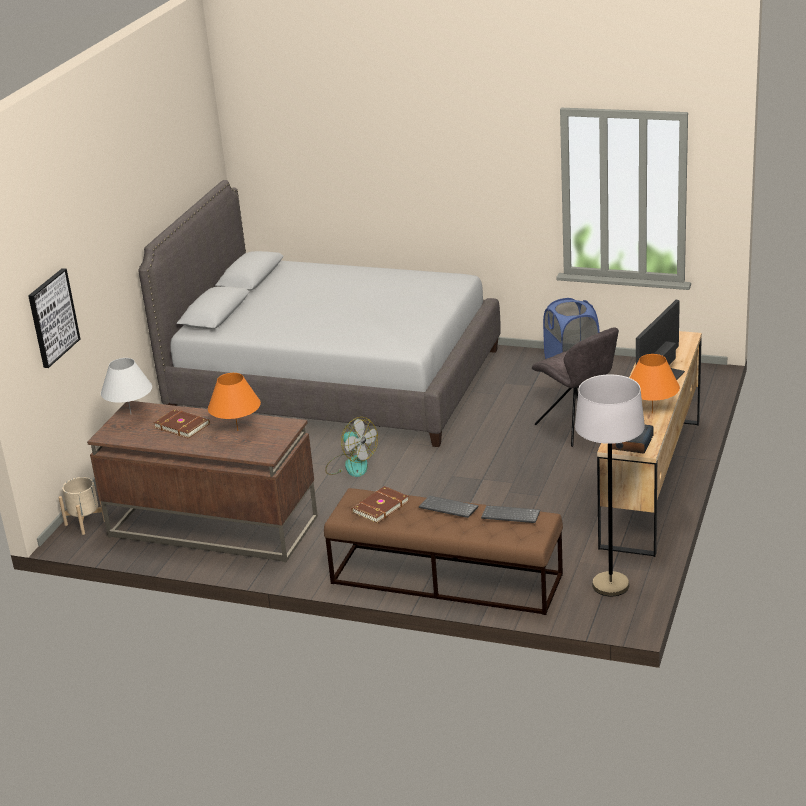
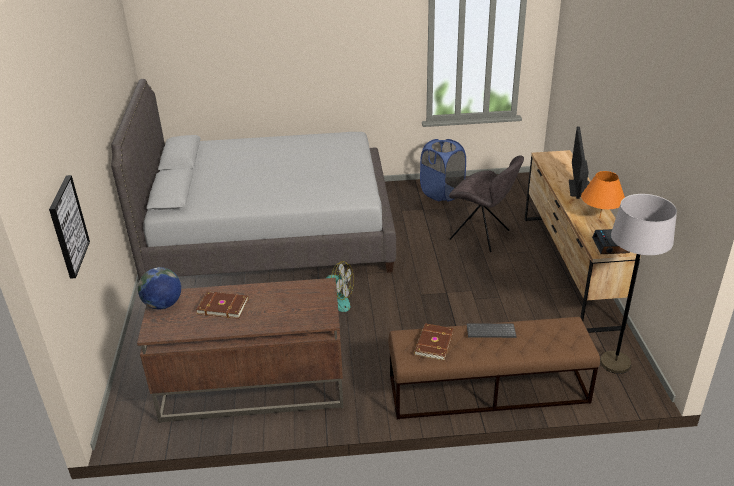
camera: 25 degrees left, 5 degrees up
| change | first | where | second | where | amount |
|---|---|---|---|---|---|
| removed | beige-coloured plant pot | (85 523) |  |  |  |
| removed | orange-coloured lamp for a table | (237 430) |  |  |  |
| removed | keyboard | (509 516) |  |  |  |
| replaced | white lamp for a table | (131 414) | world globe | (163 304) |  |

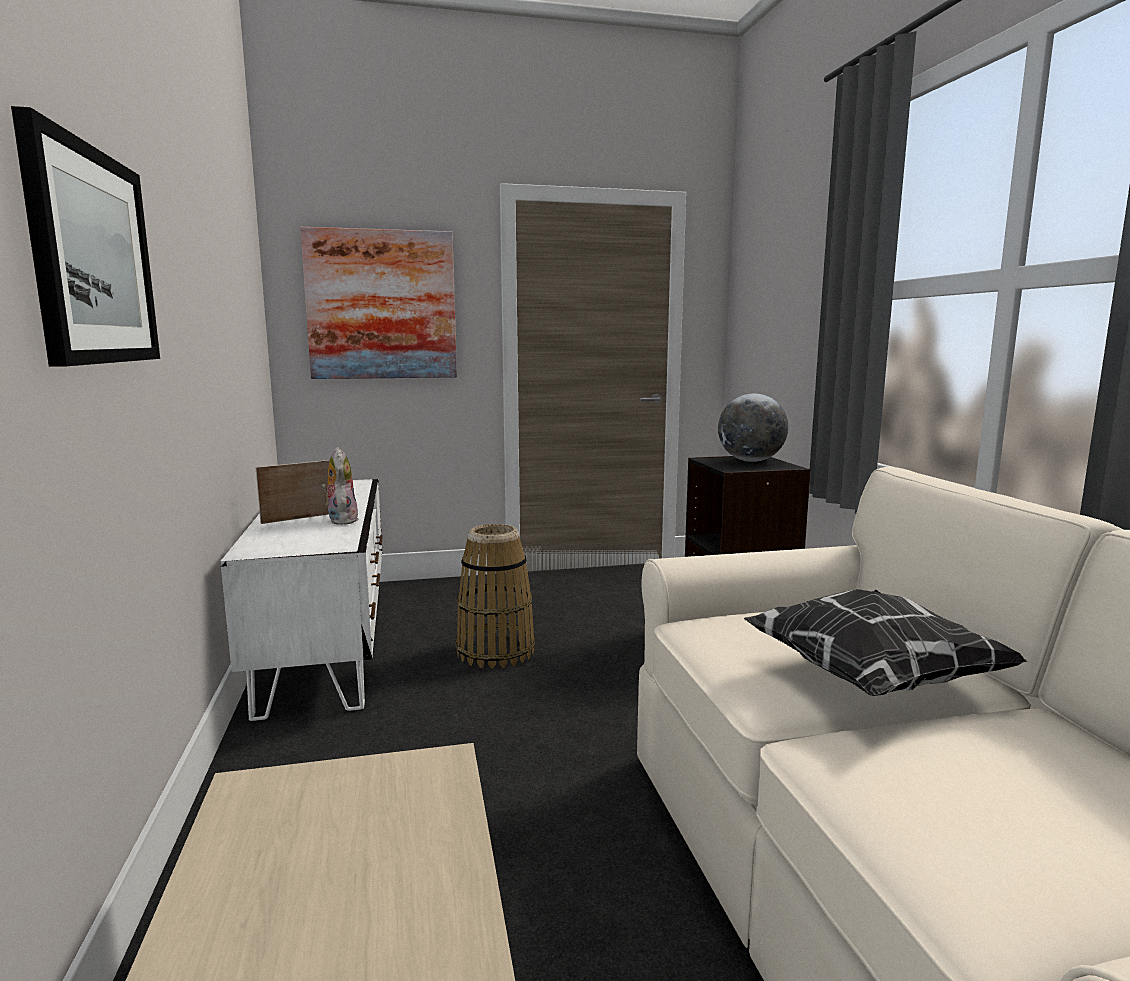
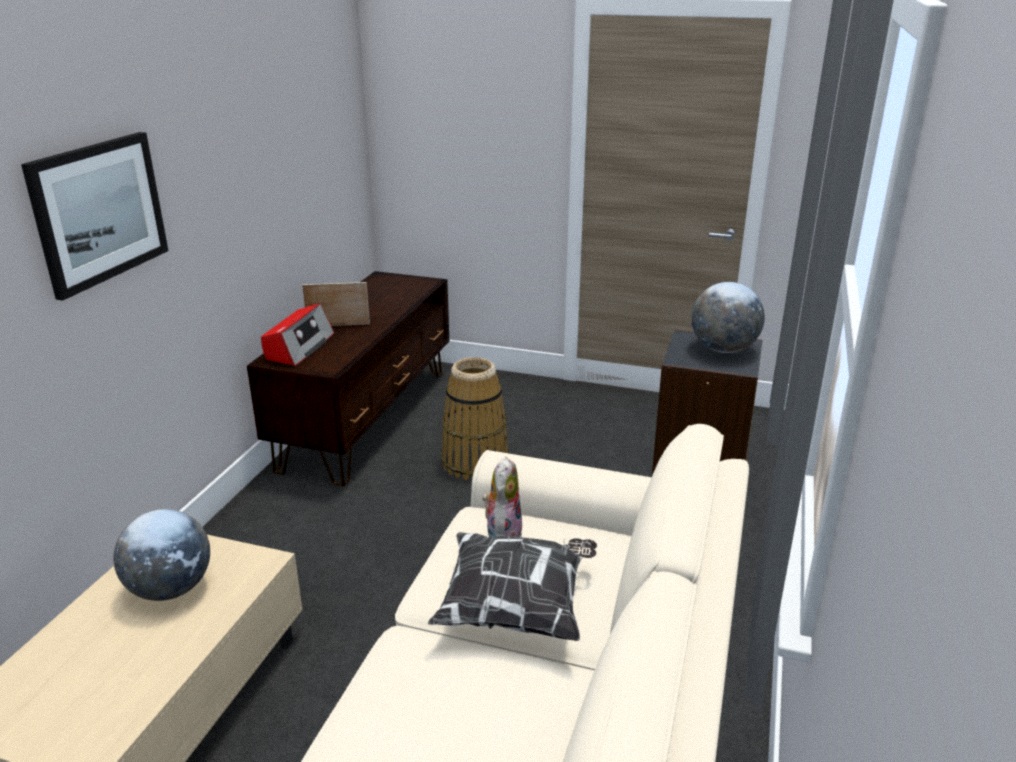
camera: 30 degrees right, 15 degrees up
| change | first | where | second | where | amount |
|---|---|---|---|---|---|
| removed | wall art | (381 305) |  |  |  |
| added |  |  | world globe | (171 589) |  |
| added |  |  | radio | (299 347) |  |
| moved | soft toy | (341 520) |  | (502 533) |  |
| recoloured | white tv unit | (327 642) | brownish tv unit | (367 418) |  |

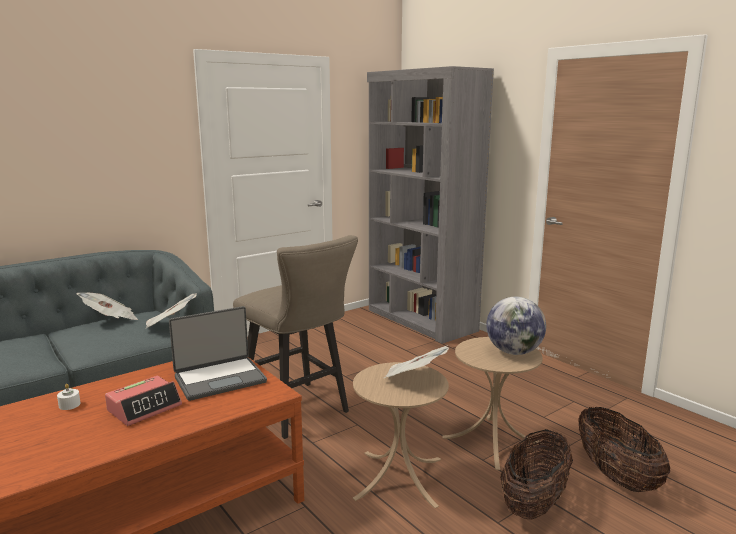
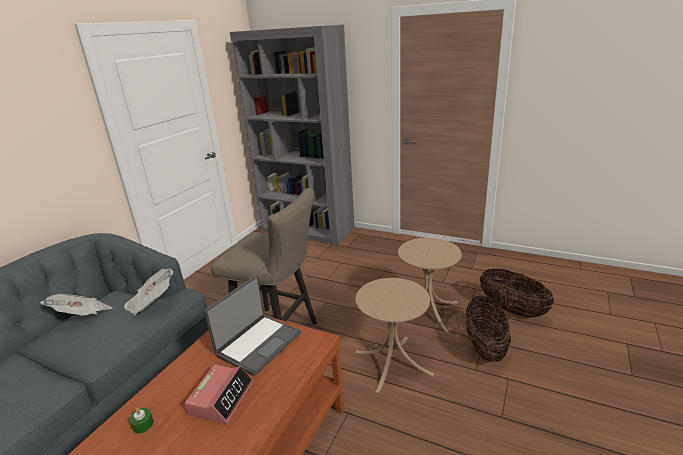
camera: 25 degrees left, 10 degrees up
| change | first | where | second | where | amount |
|---|---|---|---|---|---|
| removed | newspaper | (414 378) |  |  |  |
| removed | world globe | (513 352) |  |  |  |
| recoloured | white wax light | (69 405) | green wax light | (143 425) |  |

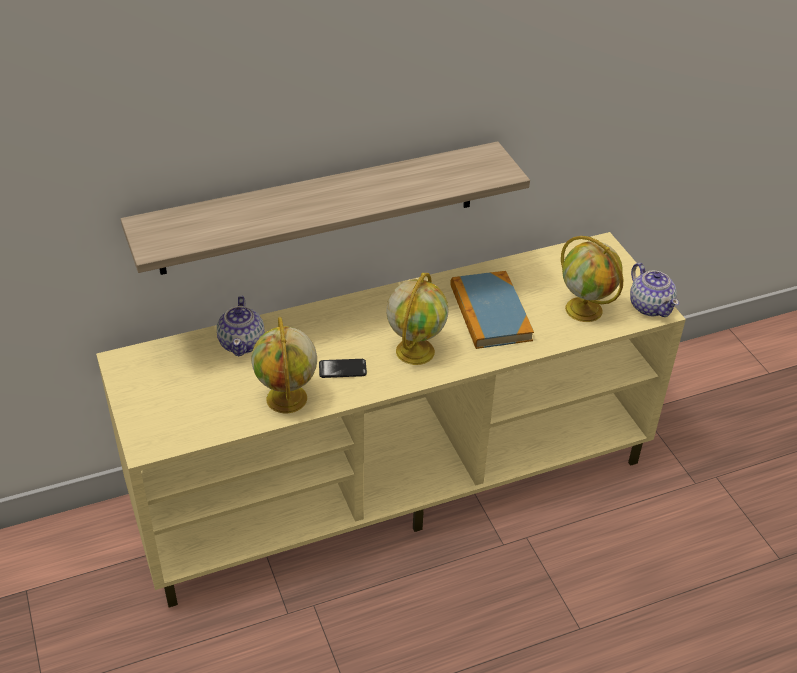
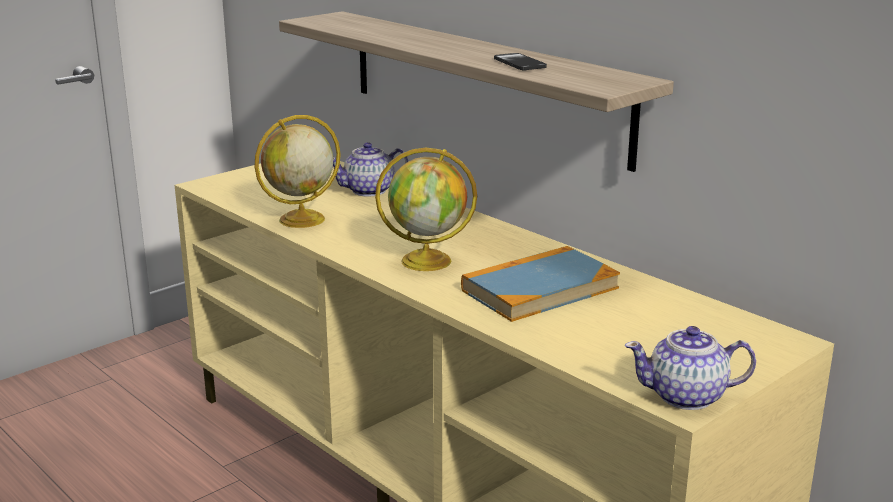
camera: 70 degrees right, 20 degrees down
| change | first | where | second | where | amount |
|---|---|---|---|---|---|
| removed | world globe | (585 310) |  |  |  |
| moved | handset | (342 369) |  | (519 63) |  |
| turned | pot for tea | (650 306) |  | (687 396) | 45 degrees clockwise |

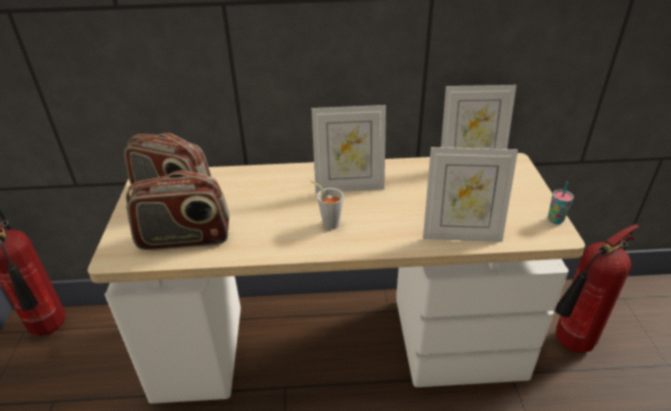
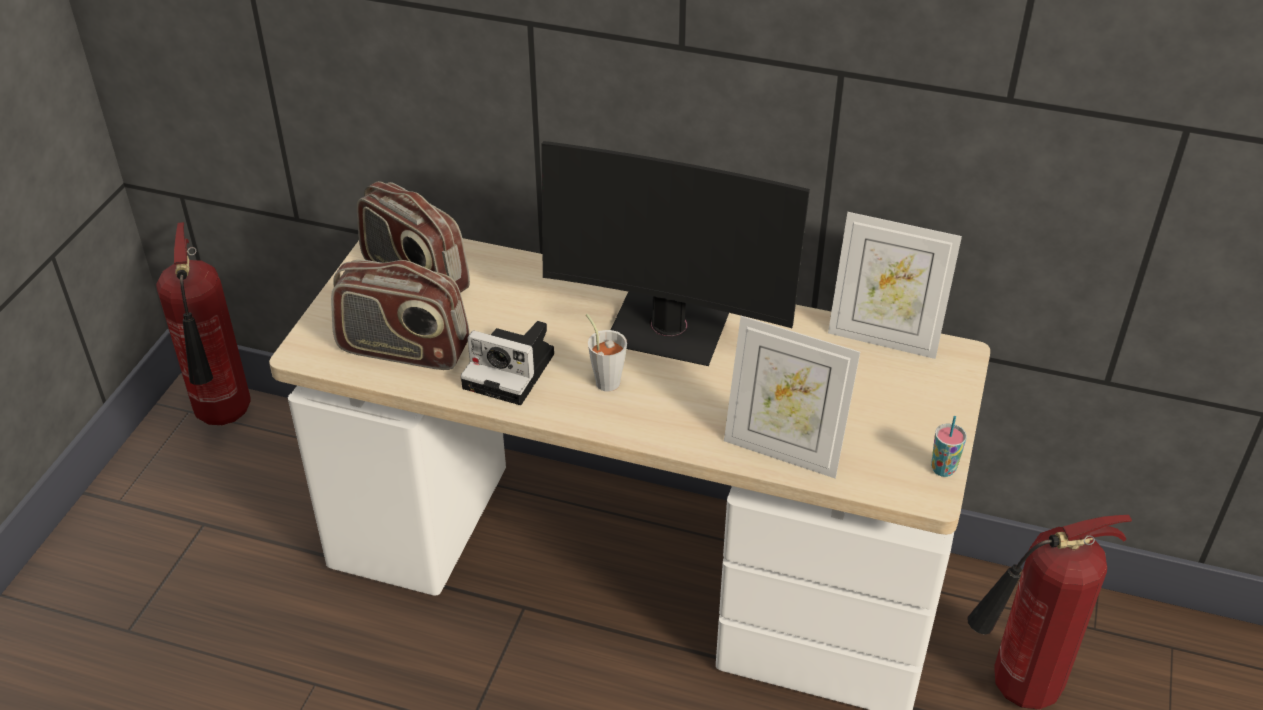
camera: 20 degrees right, 5 degrees up
| change | first | where | second | where | amount |
|---|---|---|---|---|---|
| added |  |  | photo camera | (513 371) |  |
| replaced | standing frame | (349 186) | computer display | (668 330) |  |

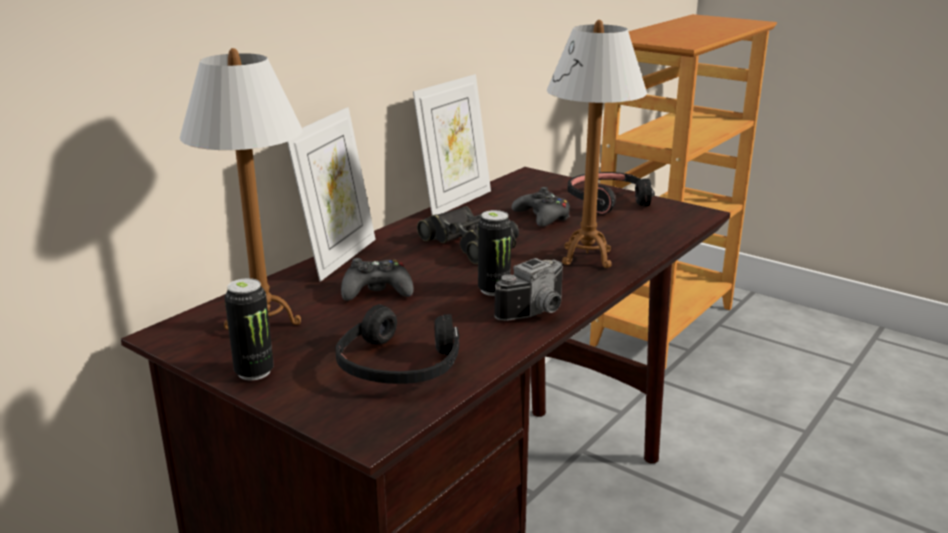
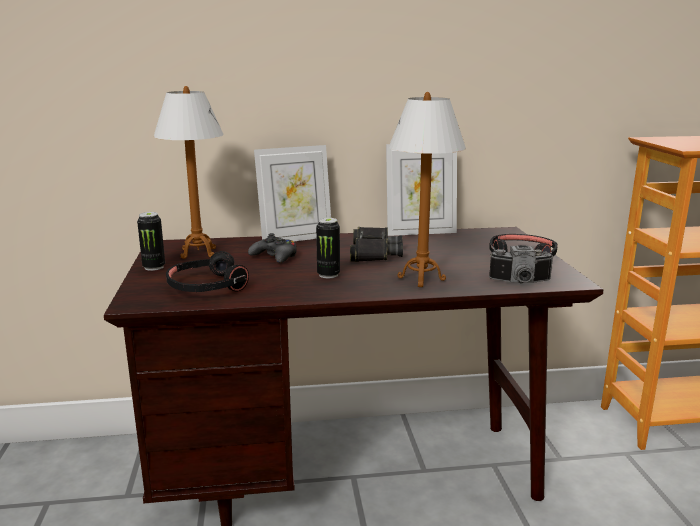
camera: 45 degrees right, 5 degrees down
| change | first | where | second | where | amount |
|---|---|---|---|---|---|
| removed | blackish joypad | (542 217) |  |  |  |
| moved | photo camera | (538 312) |  | (521 282) |  |

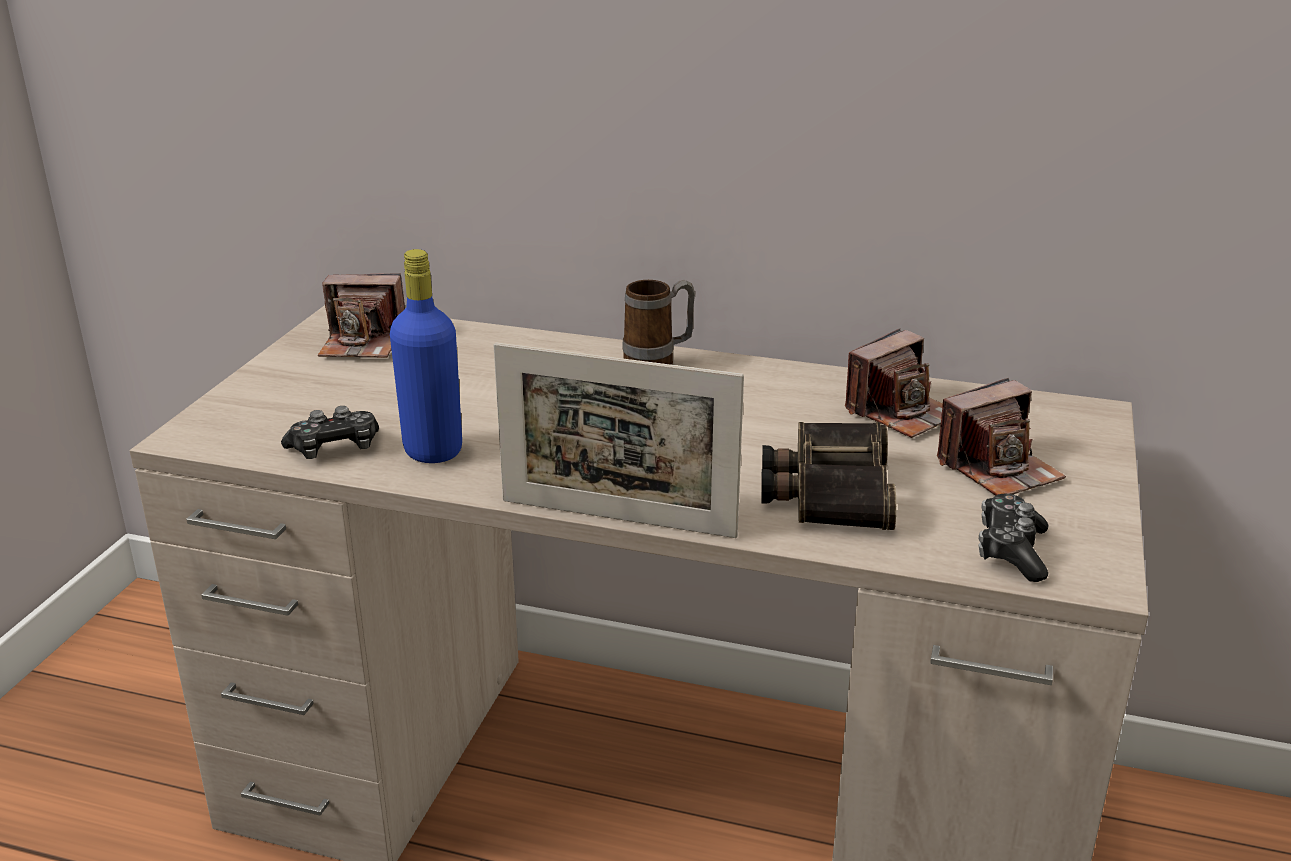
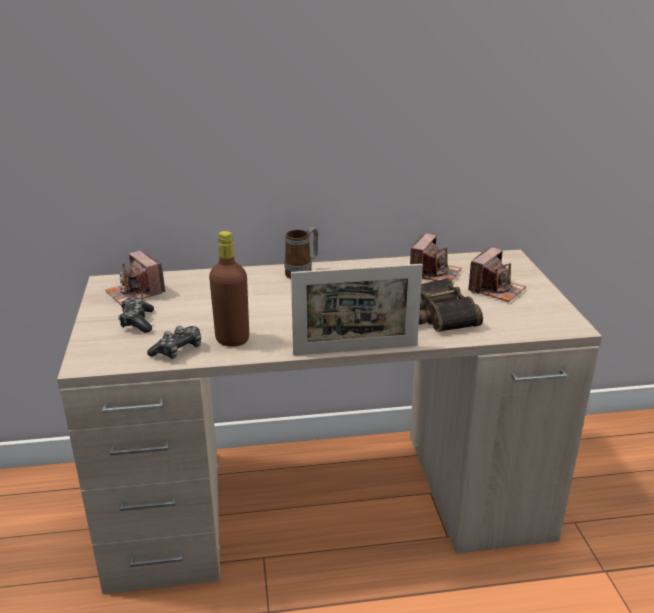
camera: 25 degrees left, 0 degrees up
| change | first | where | second | where | amount |
|---|---|---|---|---|---|
| moved | joypad | (1011 550) |  | (137 322) |  |
| recoloured | blue-coloured beverage bottle | (433 450) | brownish beverage bottle | (232 339) |  |
| turned | photo camera | (363 343) |  | (135 293) | 75 degrees clockwise |

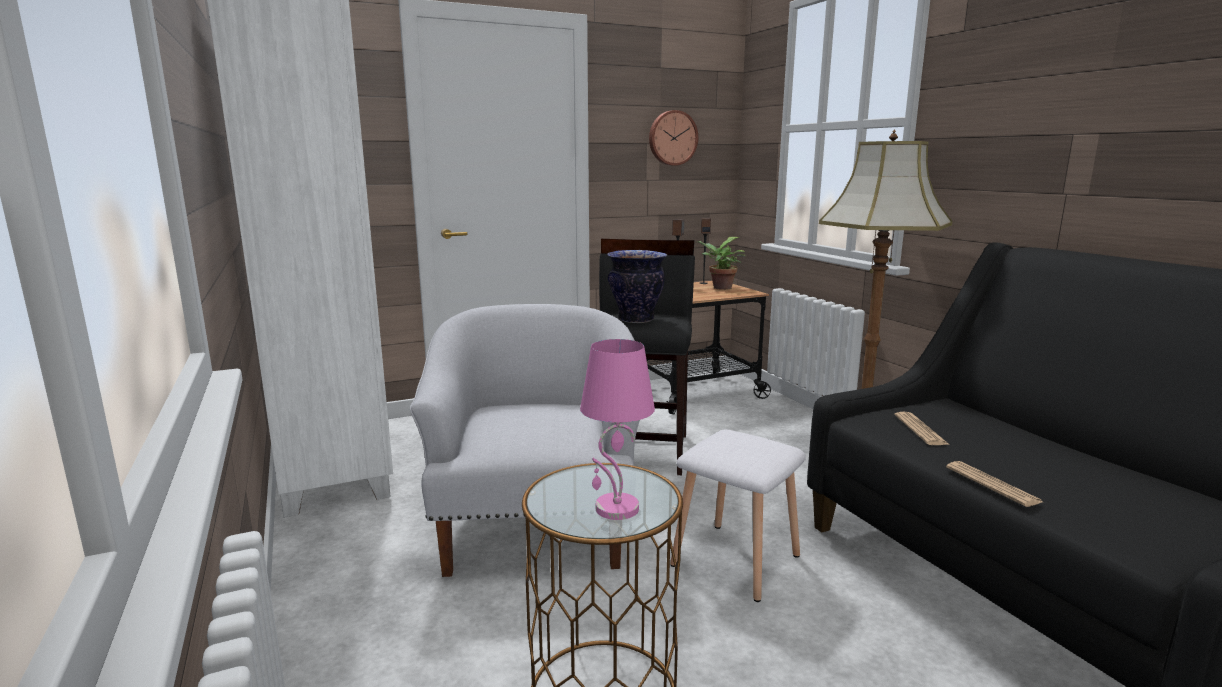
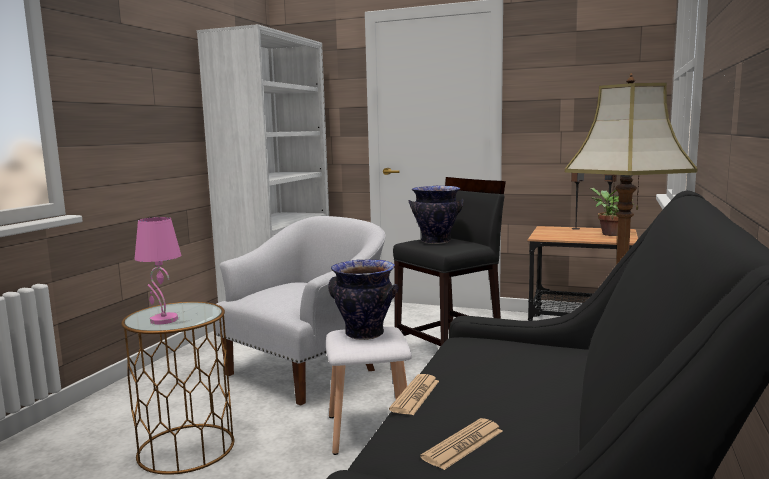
camera: 45 degrees right, 5 degrees down
| change | first | where | second | where | amount |
|---|---|---|---|---|---|
| removed | hanging clock | (672 138) |  |  |  |
| added |  |  | decorative vase | (364 334) |  |
| moved | newspaper | (920 430) |  | (463 444) |  |

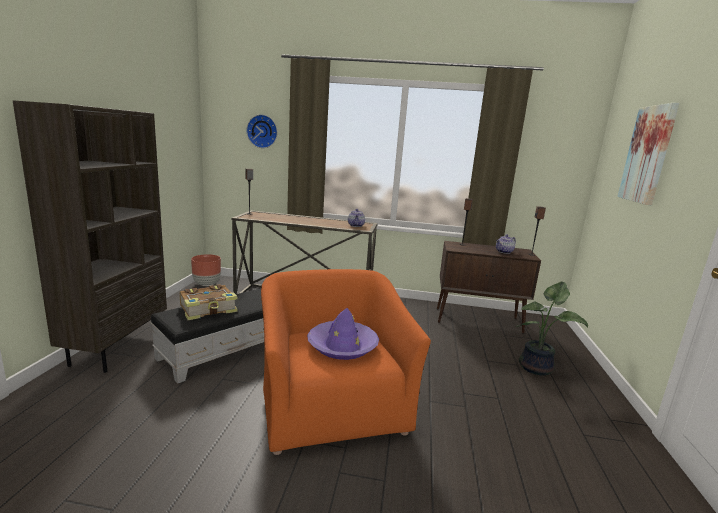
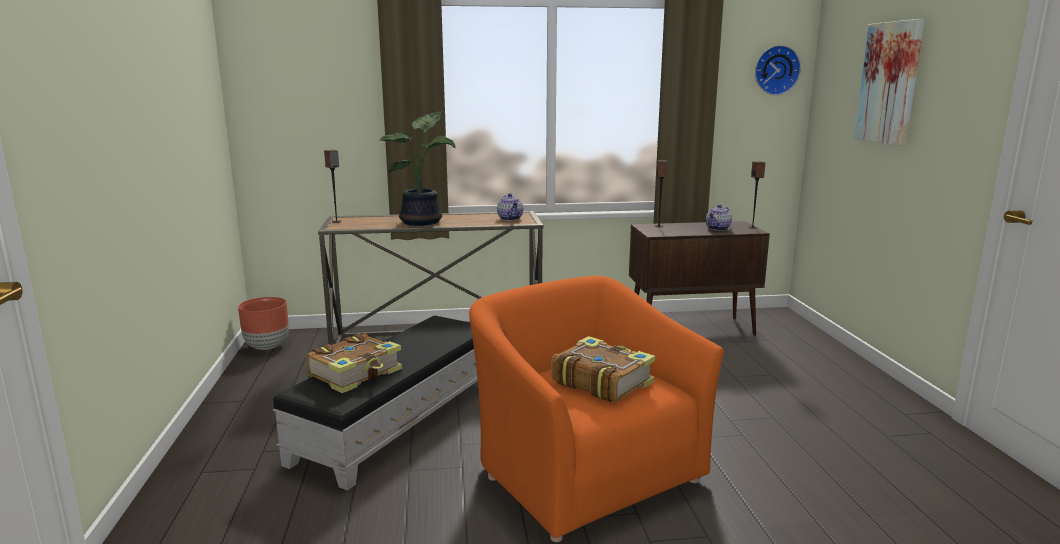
camera: 15 degrees left, 0 degrees up
| change | first | where | second | where | amount |
|---|---|---|---|---|---|
| removed | brownish bookshelf | (117 347) |  |  |  |
| moved | hanging clock | (262 131) |  | (775 70) |  |
| moved | houseplant | (538 368) |  | (424 222) |  |
| replaced | purplish wearable hat | (342 346) | book | (601 381) |  |

